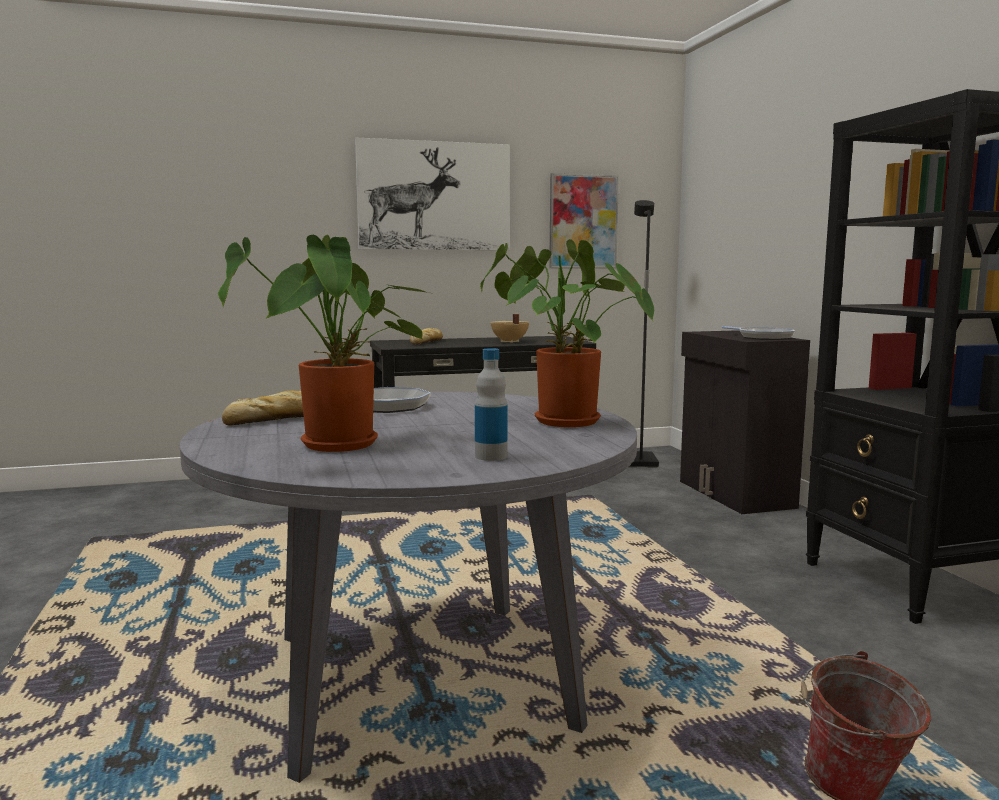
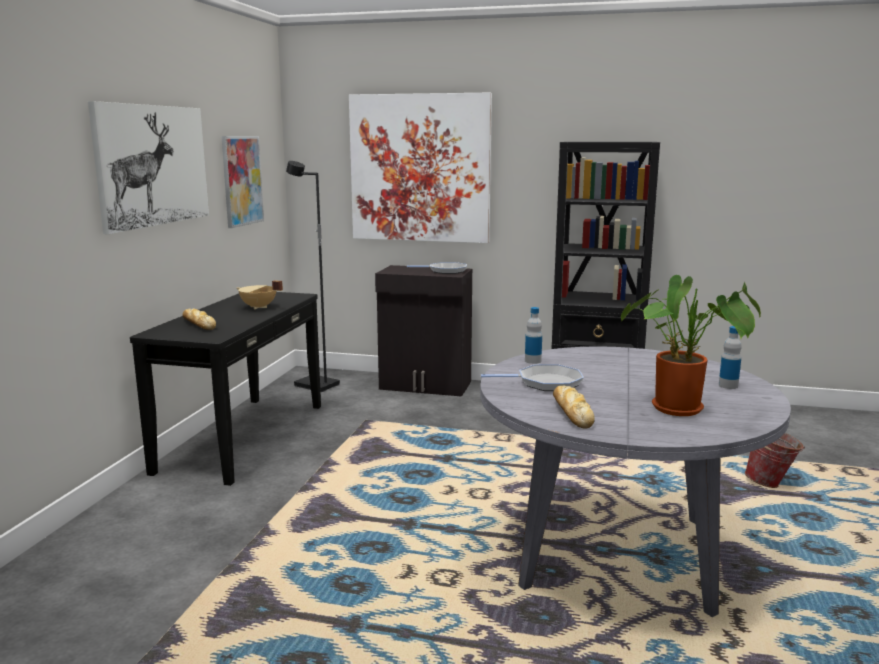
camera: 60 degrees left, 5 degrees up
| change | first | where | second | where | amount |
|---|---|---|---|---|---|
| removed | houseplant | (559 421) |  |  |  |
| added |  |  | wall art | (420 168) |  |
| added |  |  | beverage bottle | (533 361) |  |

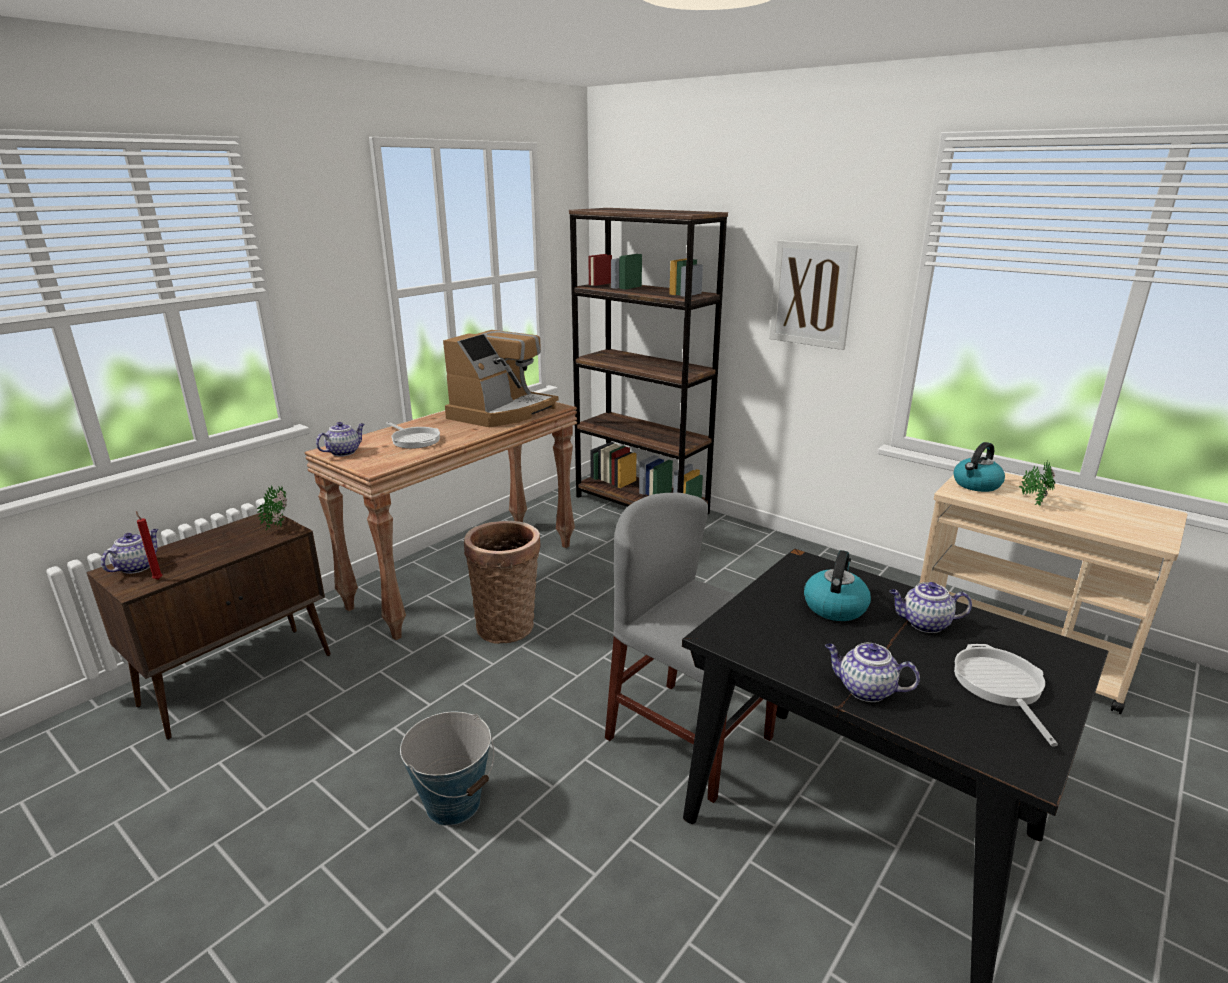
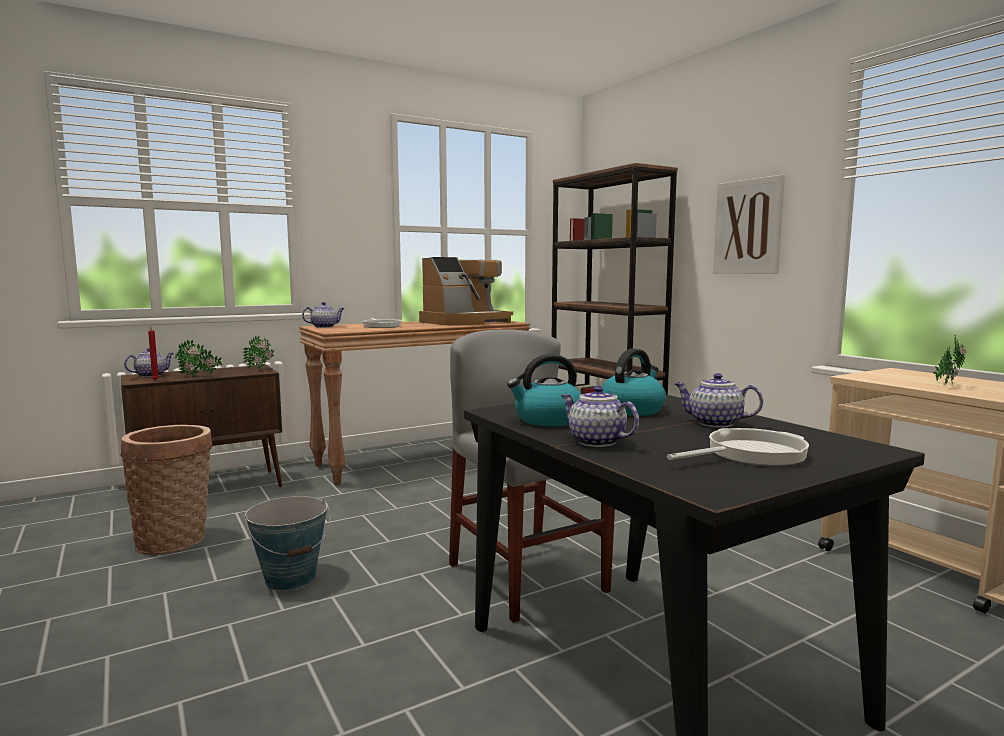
camera: 20 degrees right, 15 degrees down
| change | first | where | second | where | amount |
|---|---|---|---|---|---|
| added |  |  | houseplant | (199 376) |  |
| moved | basket | (507 625) |  | (175 540) |  |
| moved | water kettle | (976 485) |  | (548 420) |  |
| turned | frying pan | (999 686) |  | (750 454) | 45 degrees clockwise |

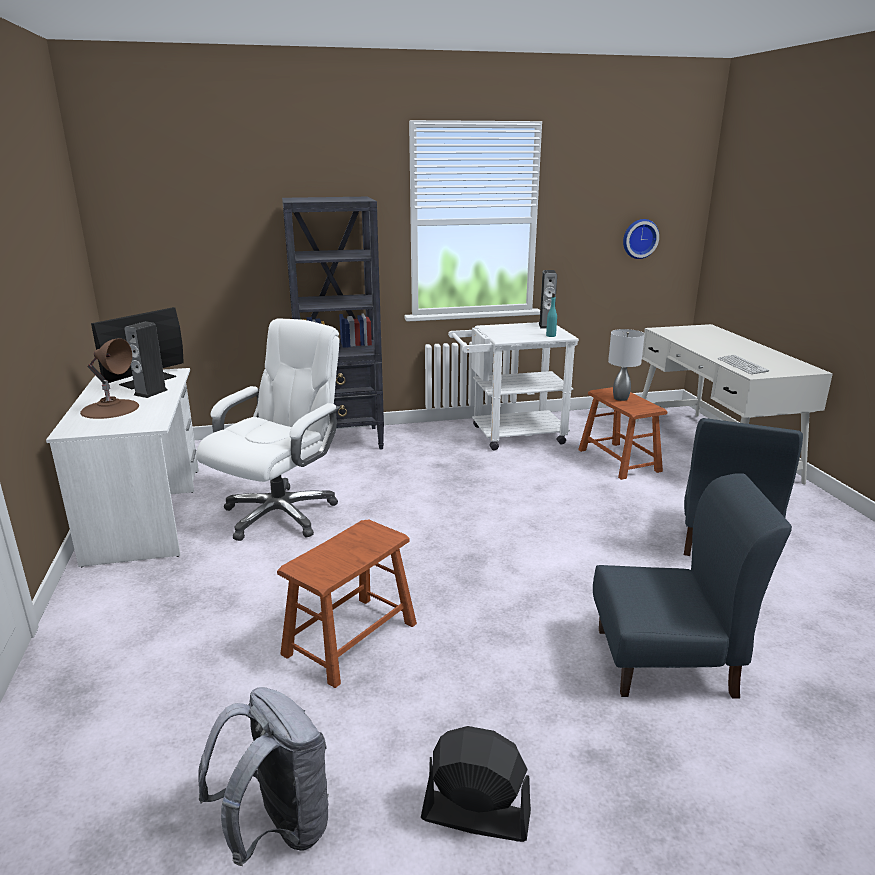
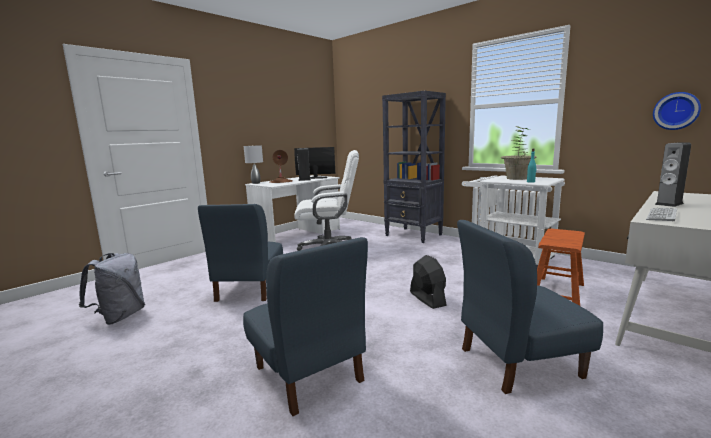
camera: 55 degrees right, 10 degrees down
| change | first | where | second | where | amount |
|---|---|---|---|---|---|
| added |  |  | houseplant | (517 178) |  |
| moved | blackish fan | (475 815) |  | (427 299) |  |
| moved | loudspeaker | (546 325) |  | (669 204) |  |
| moved | gray lamp for a table | (620 398) |  | (256 183) |  |
| replaced | brownish stool | (350 638) | blue-coloured upright chair | (248 289) |  |

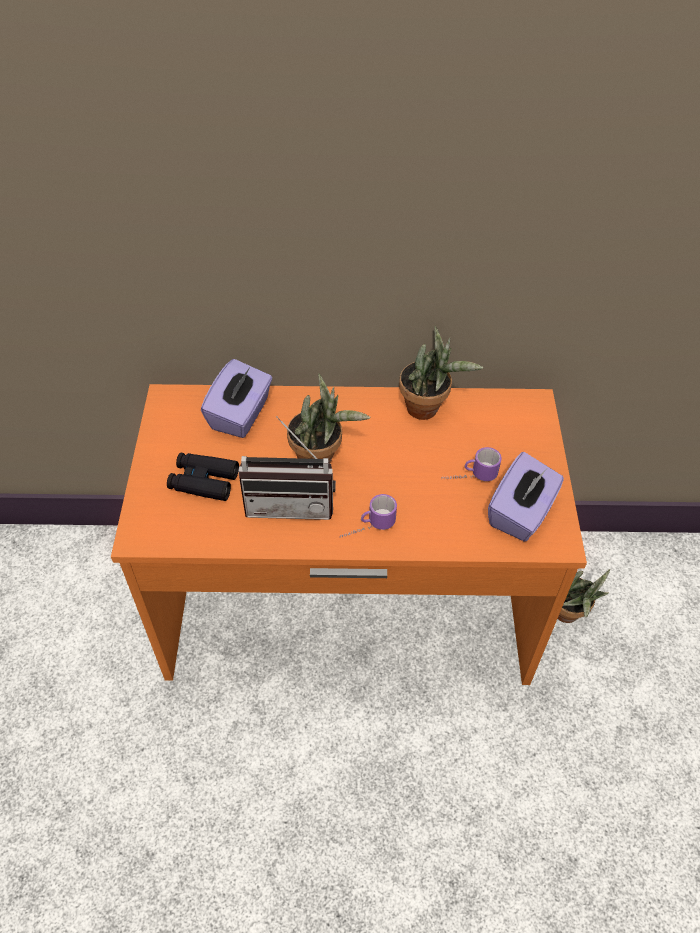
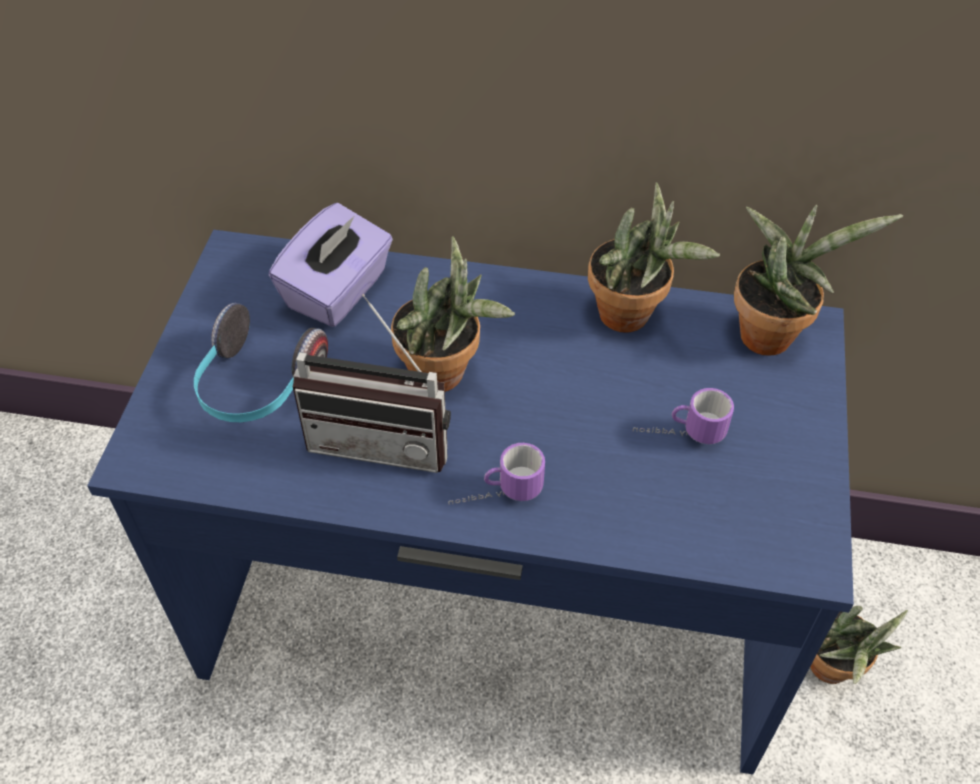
camera: 10 degrees right, 0 degrees up
| change | first | where | second | where | amount |
|---|---|---|---|---|---|
| removed | purplish box of tissues | (521 513) |  |  |  |
| added |  |  | houseplant | (772 333) |  |
| replaced | blackish binoculars | (203 481) | headphones | (257 386) |  |
| recoloured | orange-coloured desk unit | (348 609) | blue-coloured desk unit | (490 610) |  |

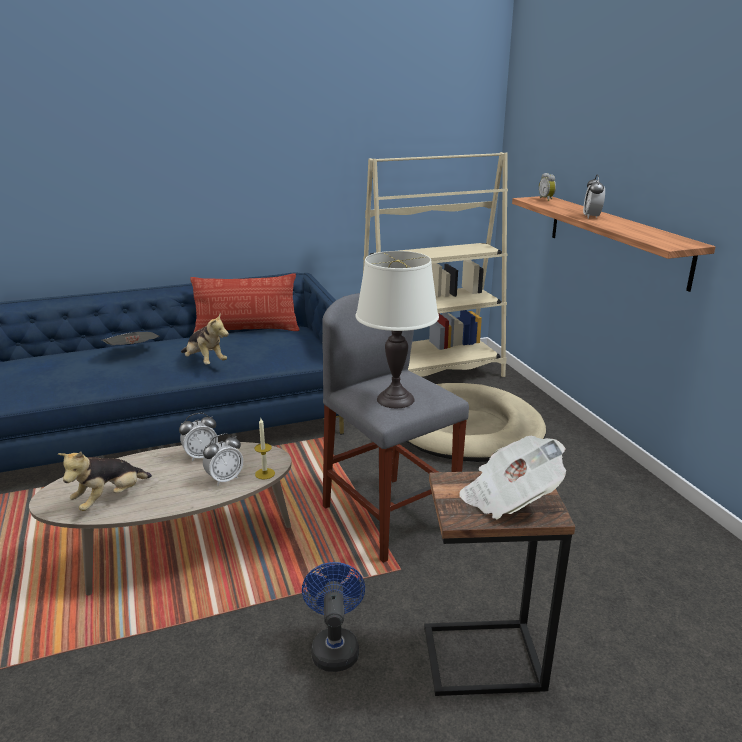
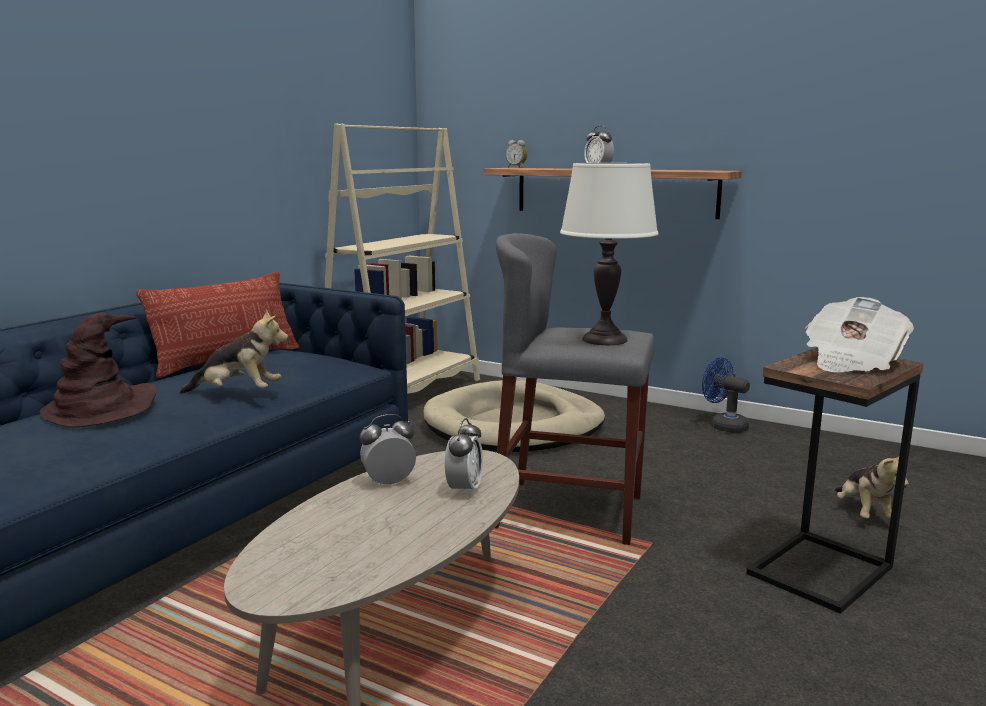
camera: 40 degrees left, 10 degrees down
| change | first | where | second | where | amount |
|---|---|---|---|---|---|
| removed | wax light | (265 473) |  |  |  |
| moved | soft toy | (110 499) |  | (864 513) |  |
| moved | blue-coloured fan | (334 646) |  | (723 426) |  |
| replaced | newspaper | (133 352) | brownish wearable hat | (101 408) |  |
| turned | alarm clock | (201 456) |  | (389 482) | 135 degrees counterclockwise |

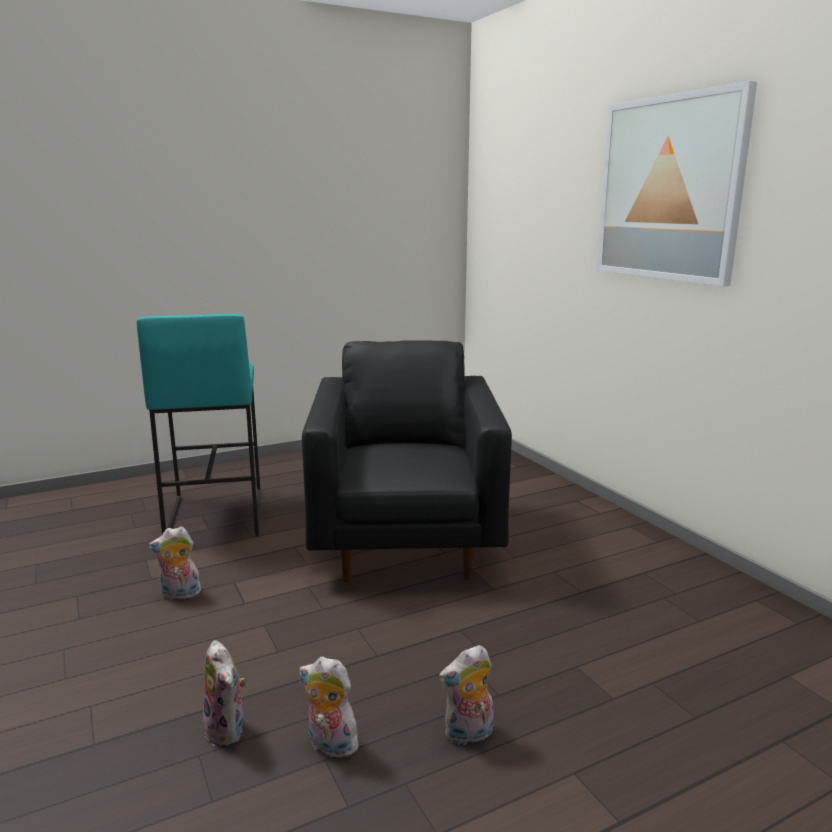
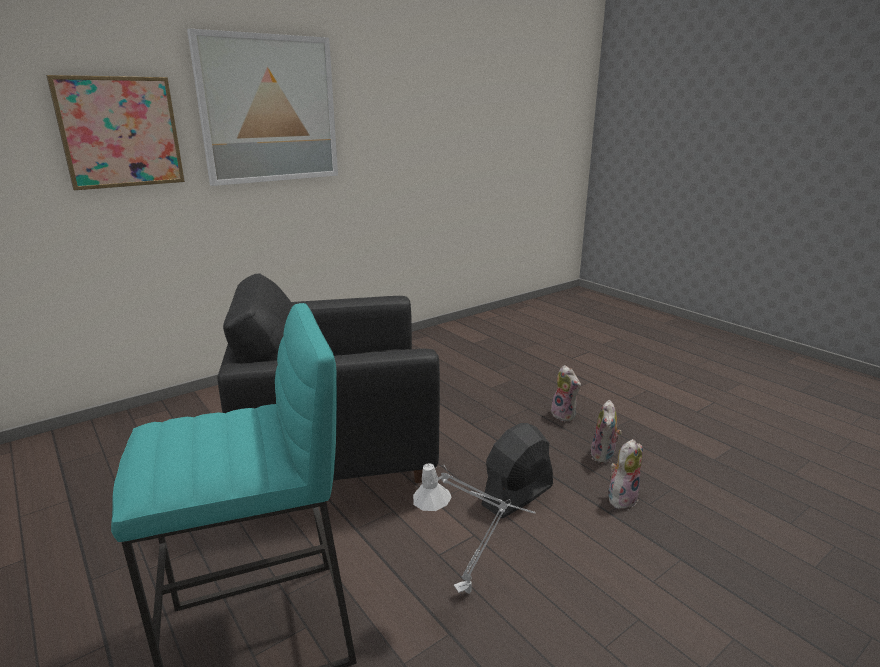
camera: 100 degrees left, 5 degrees up
| change | first | where | second | where | amount |
|---|---|---|---|---|---|
| added |  |  | wall art | (120 132) |  |
| added |  |  | blackish fan | (517 496) |  |
| replaced | soft toy | (179 595) | gray lamp for a table | (475 590) |  |

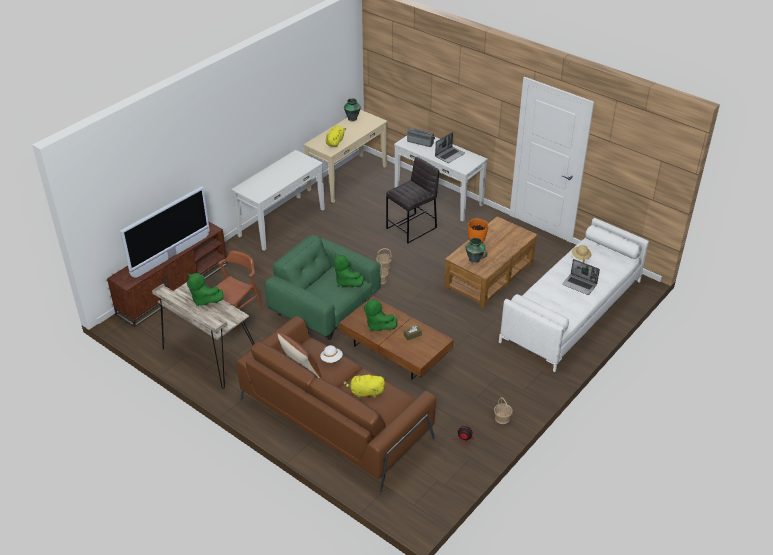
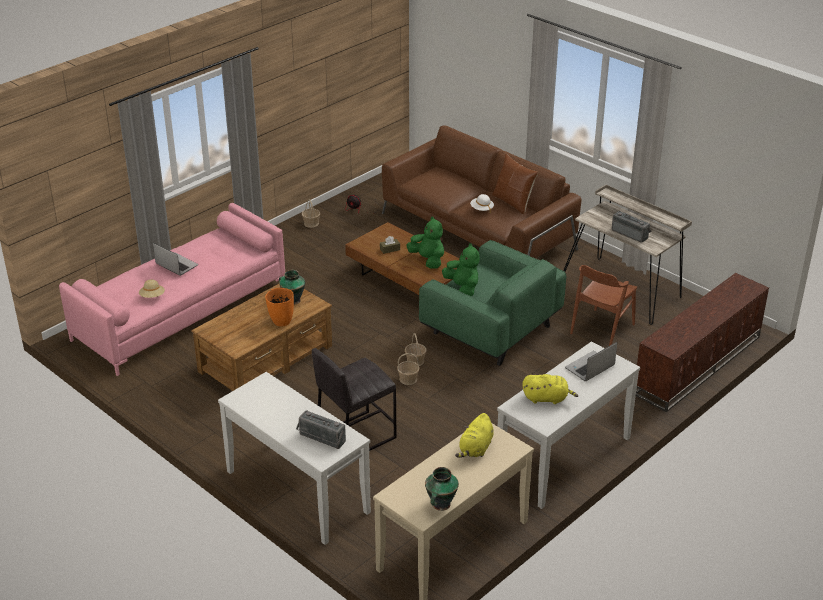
camera: 175 degrees left, 5 degrees down
| change | first | where | second | where | amount |
|---|---|---|---|---|---|
| removed | television | (171 256) |  |  |  |
| moved | yellow soft toy | (365 392) |  | (547 398) |  |
| moved | laptop | (449 155) |  | (589 368) |  |
| replaced | green soft toy | (204 300) | radio | (630 233) |  |
| recoloured | white settee | (572 310) | pink settee | (181 312) |  |

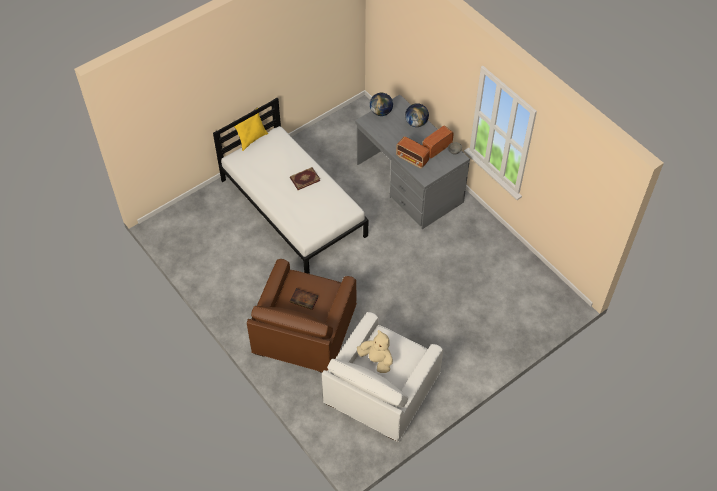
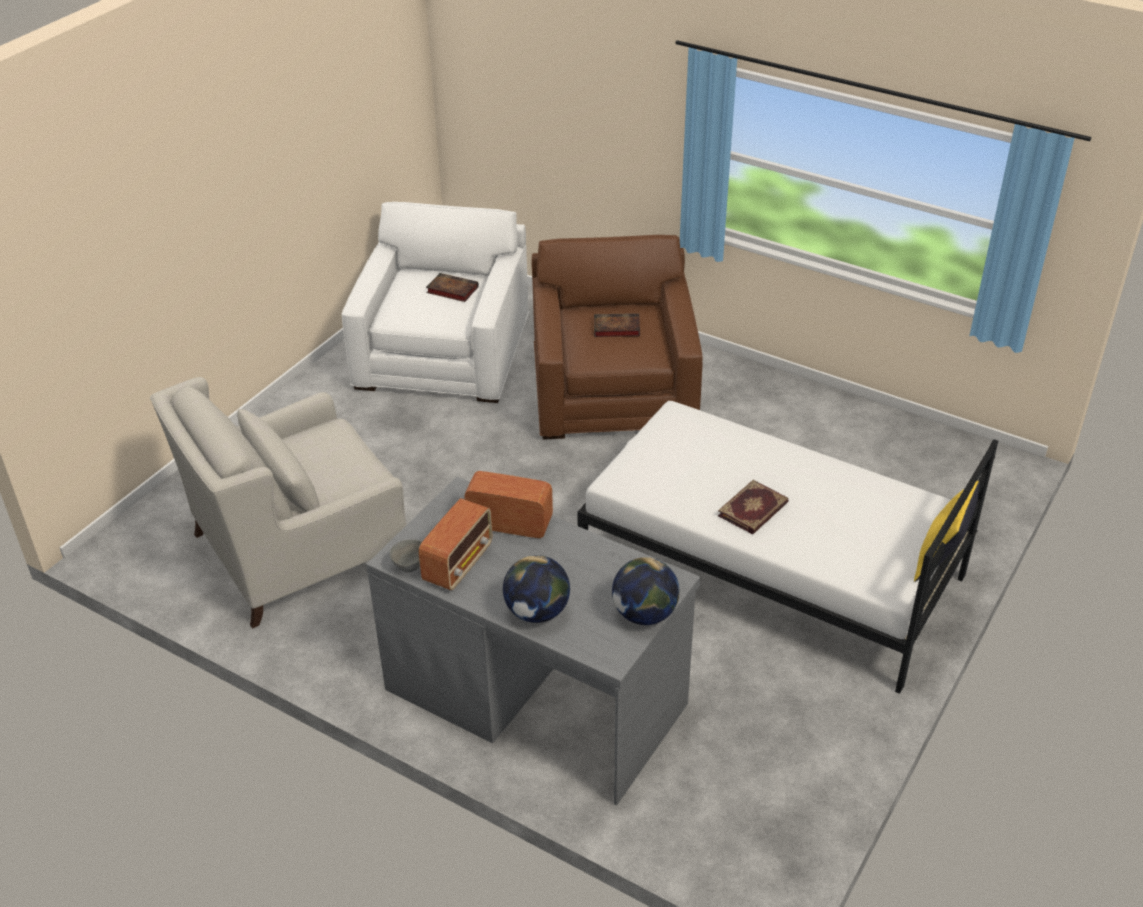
camera: 160 degrees right, 15 degrees down
| change | first | where | second | where | amount |
|---|---|---|---|---|---|
| added |  |  | white lounge chair | (298 548) |  |
| replaced | beige-coloured soft toy | (376 360) | book | (451 290) |  |

